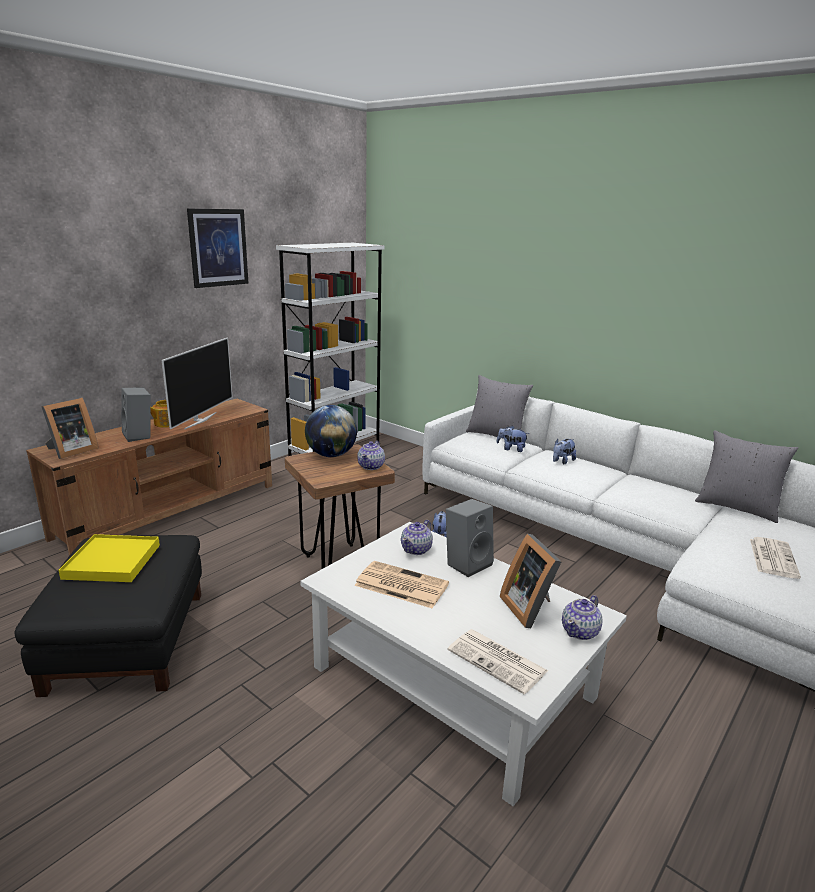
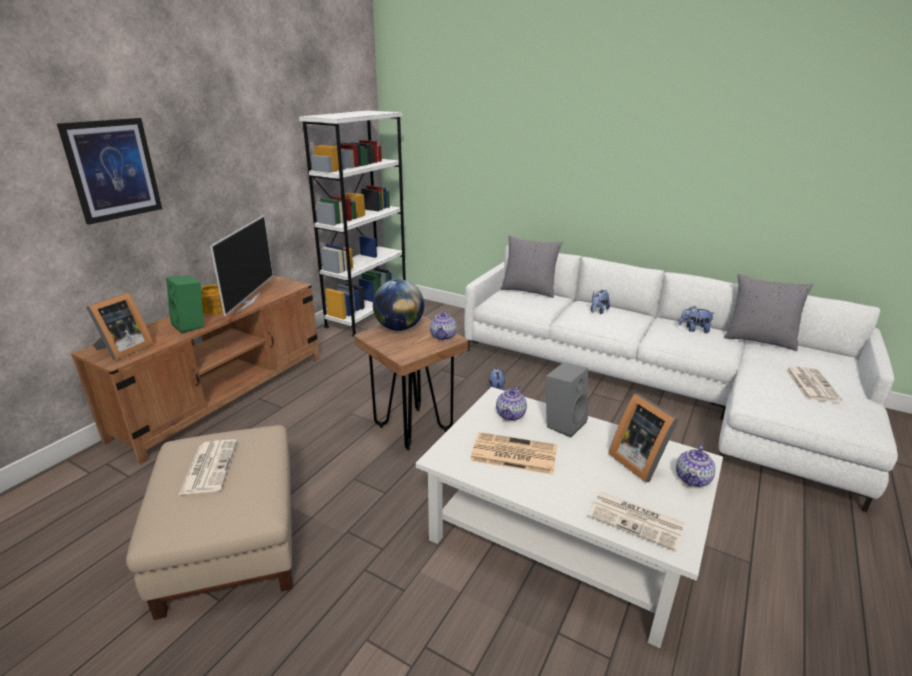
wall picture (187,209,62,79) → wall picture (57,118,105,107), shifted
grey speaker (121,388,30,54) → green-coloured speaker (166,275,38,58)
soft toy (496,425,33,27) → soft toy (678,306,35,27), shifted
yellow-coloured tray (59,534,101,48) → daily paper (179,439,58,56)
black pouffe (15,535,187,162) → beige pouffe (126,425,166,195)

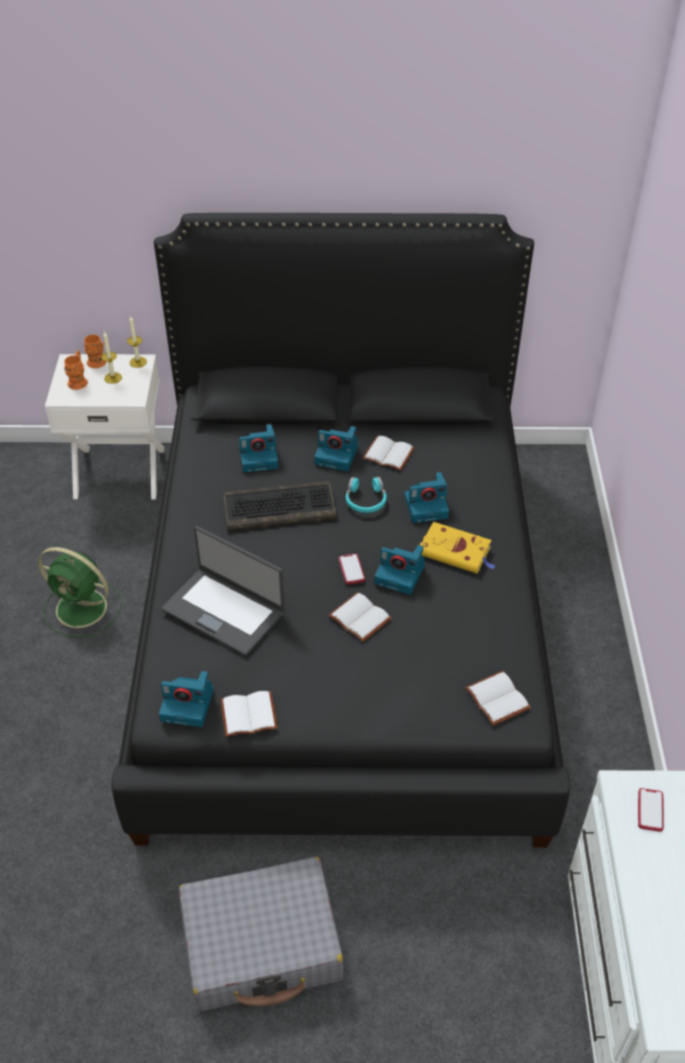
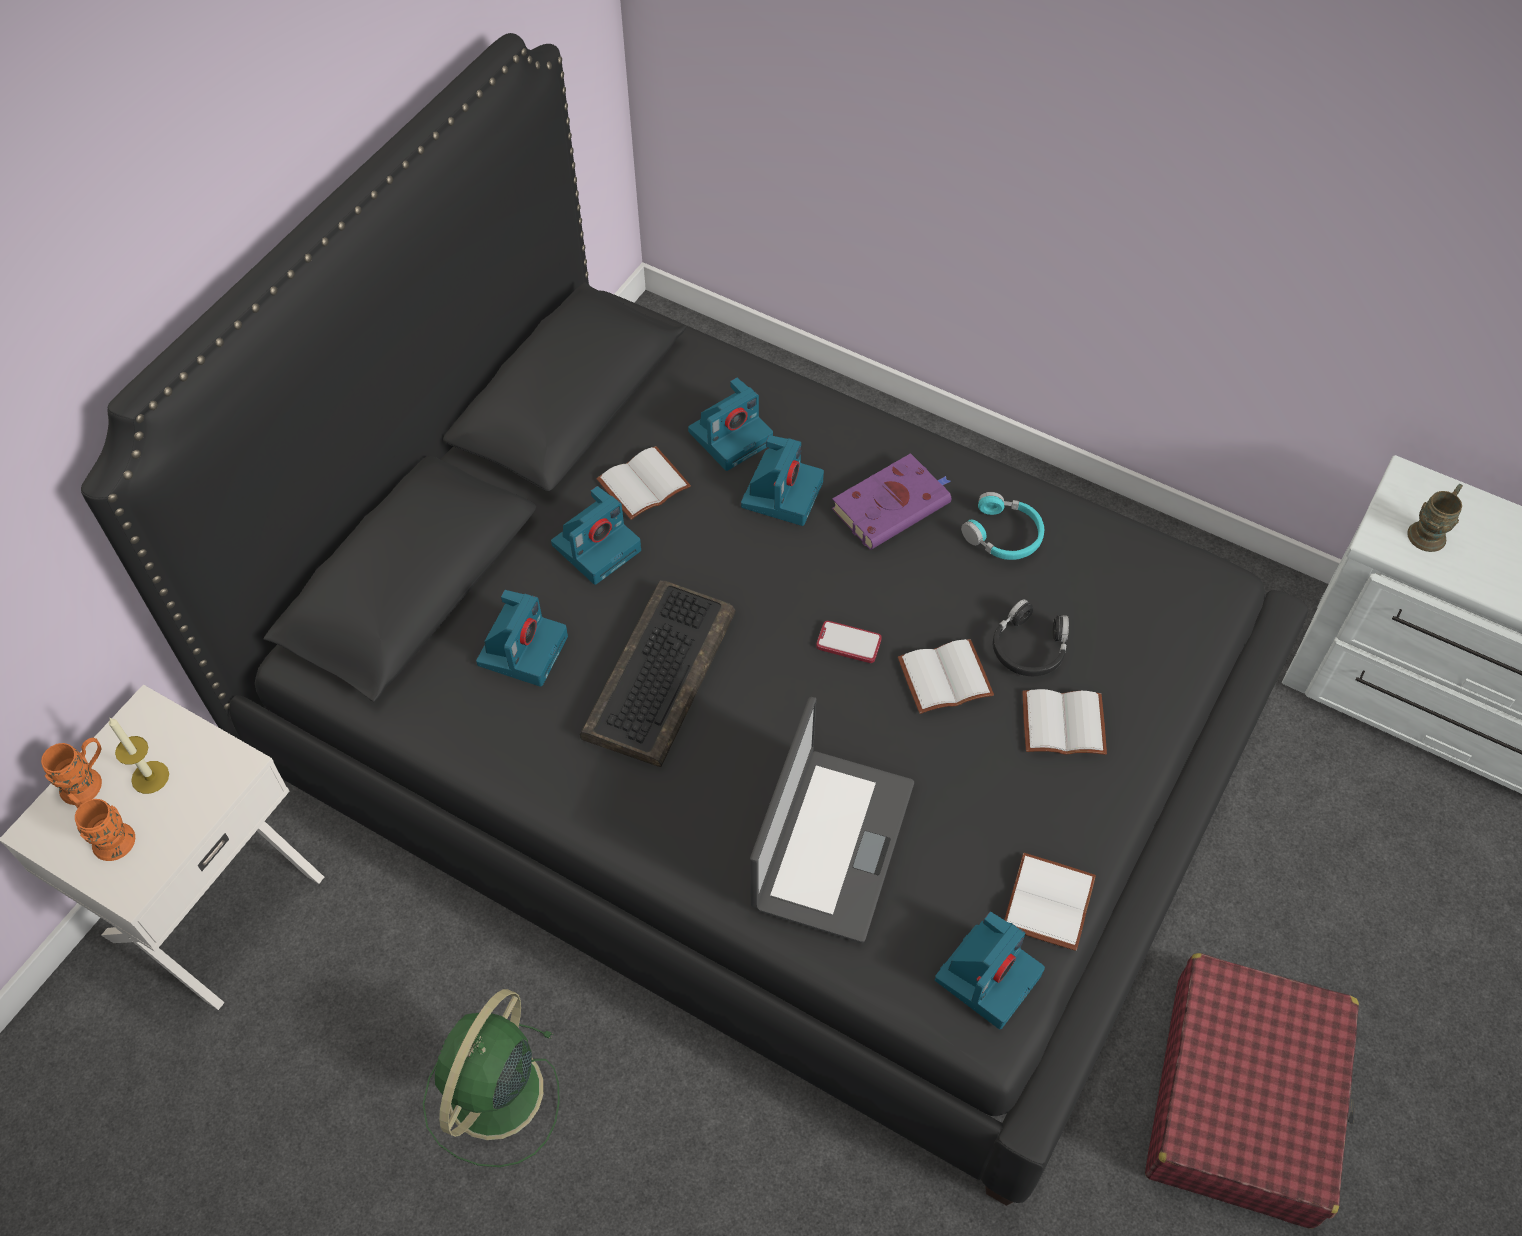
wax light (127,315,20,53) → -
blue-green headphones (346,477,41,36) → blue-green headphones (961,492,83,68), shifted
yellow-coloured bound book (420,522,75,52) → purple-coloured bound book (832,453,119,97)
notebook computer (162,526,123,130) → notebook computer (750,697,164,246), 45 degrees counterclockwise
photo camera (374,545,51,50) → photo camera (688,378,85,93), shifted
green-coloured cooling fan (38,547,84,91) → green-coloured cooling fan (423,989,137,178), 150 degrees clockwise
white-coloured bound book (465,671,66,54) → white-coloured bound book (1022,689,85,66), shifted
telephone (638,788,26,44) → brown-coloured mug (1407,484,56,68)
grey piece of luggage (179,857,165,154) → red piece of luggage (1145,953,214,276)
- → black headphones (993,599,76,77)

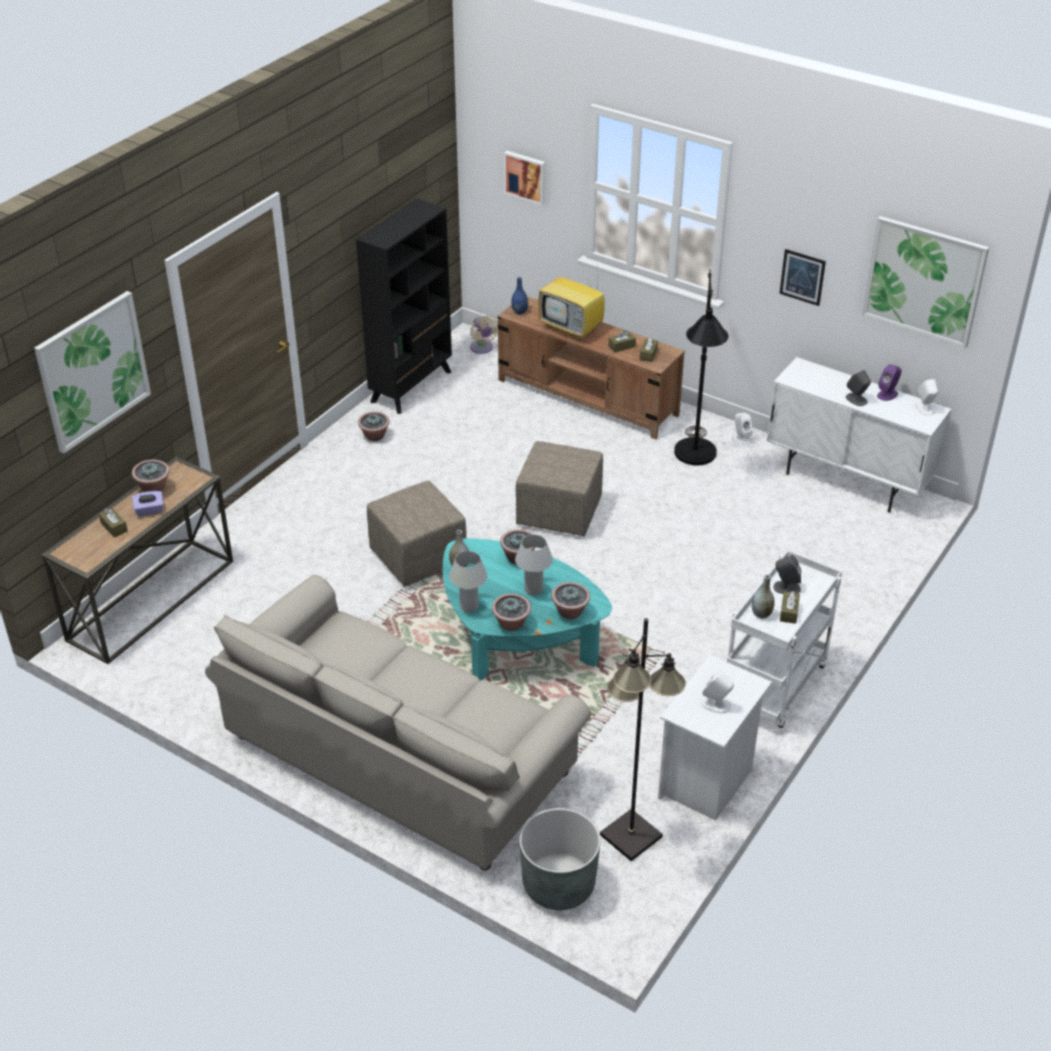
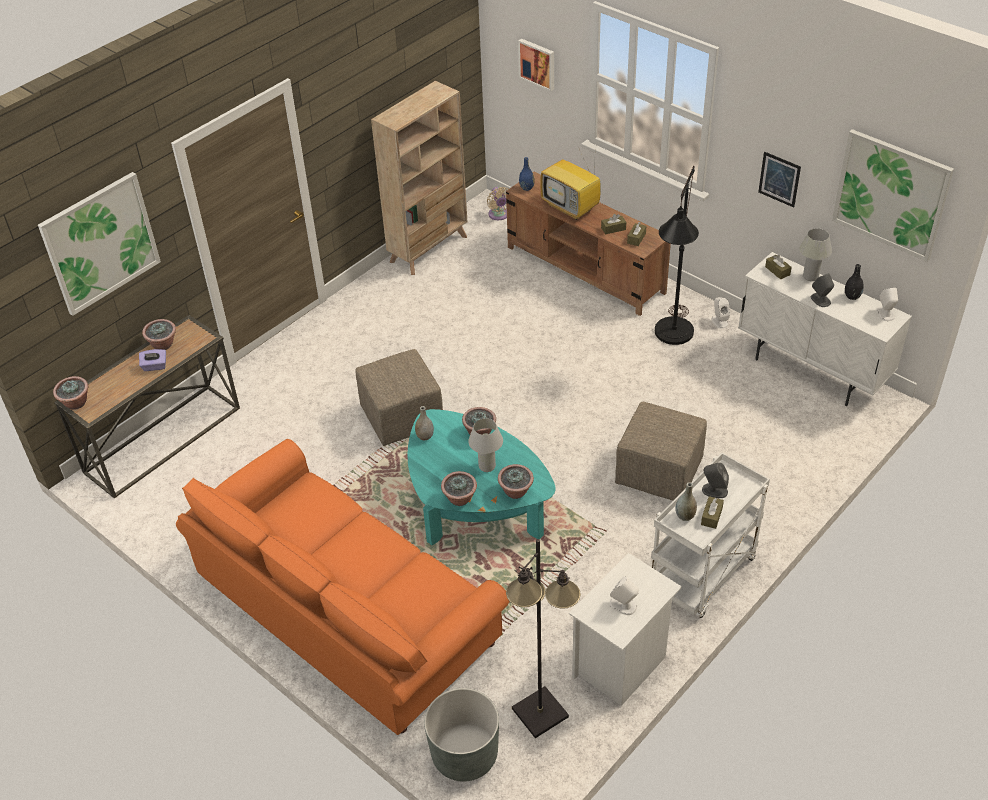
black shelving unit (356,199,96,215) → beige shelving unit (371,81,96,194)
purple-coloured speaker (877,364,25,37) → black vase (845,264,19,36)
plant in a pot (358,412,32,29) → plant in a pot (53,376,35,34), shifted
beige pouffe (515,441,88,95) → beige pouffe (615,402,92,99), shifted
brown-coloured tissue holder (99,508,29,29) → brown-coloured tissue holder (765,255,27,25), shifted
white-coloured lamp for a table (449,551,38,62) → white-coloured lamp for a table (800,228,32,53), shifted
beige settee (205,575,386,296) → orangey settee (176,439,334,296)

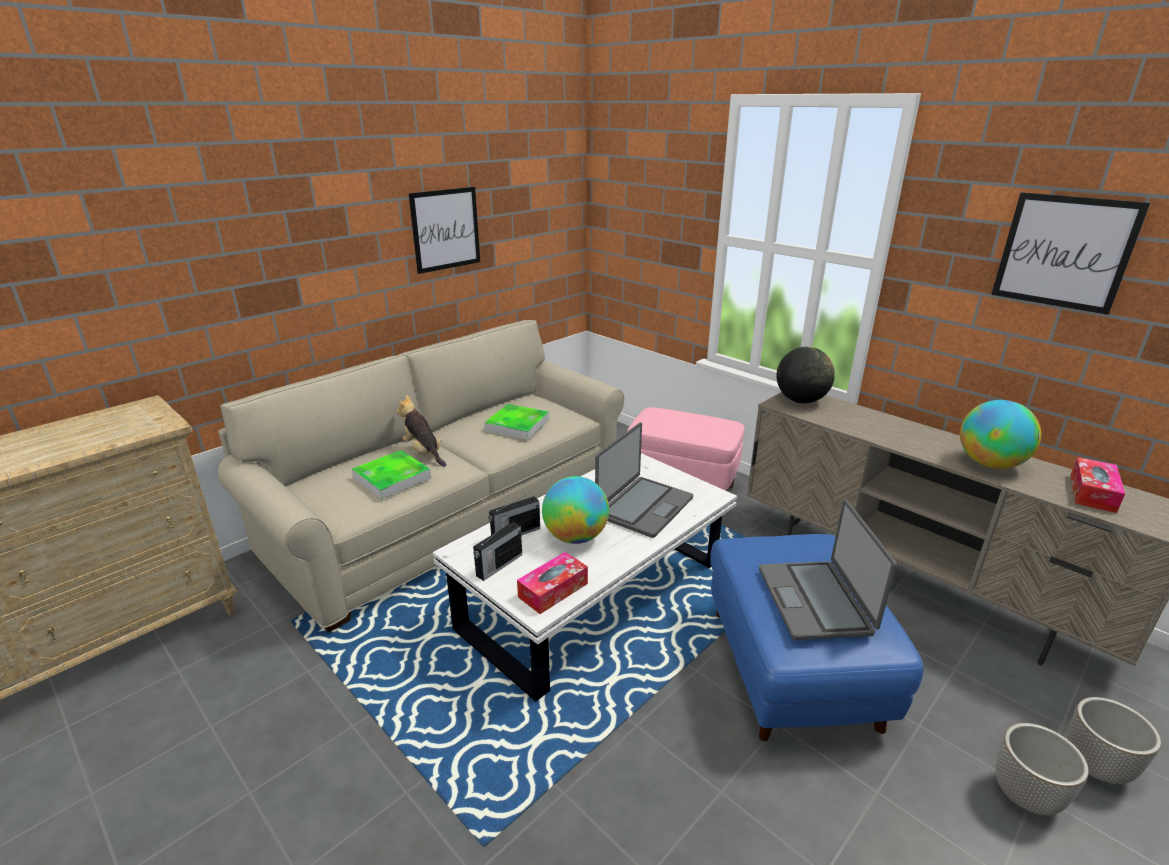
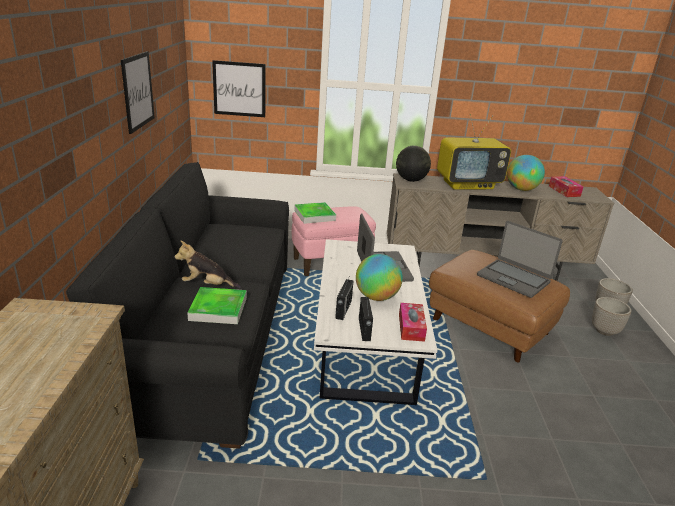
wall picture (991,192,159,123) → wall picture (212,60,54,57), shifted
beige settee (218,320,406,312) → black settee (66,162,223,287)
tray (484,404,65,36) → tray (294,202,42,22), shifted
bluish pouffe (710,534,214,207) → brown-coloured pouffe (429,250,141,113)
- → TV (437,114,74,75)

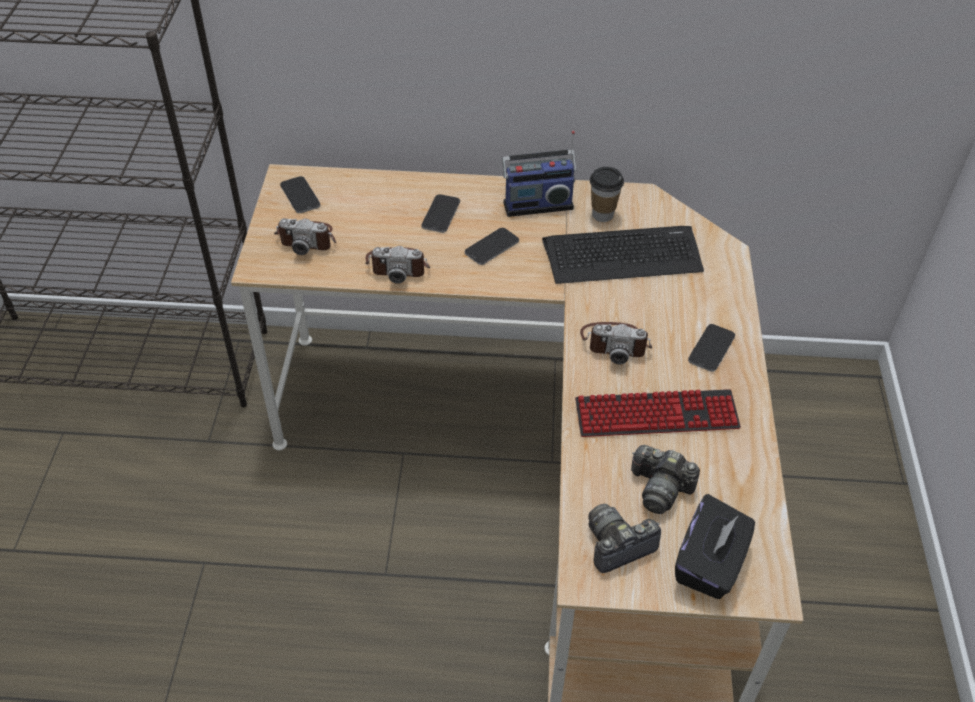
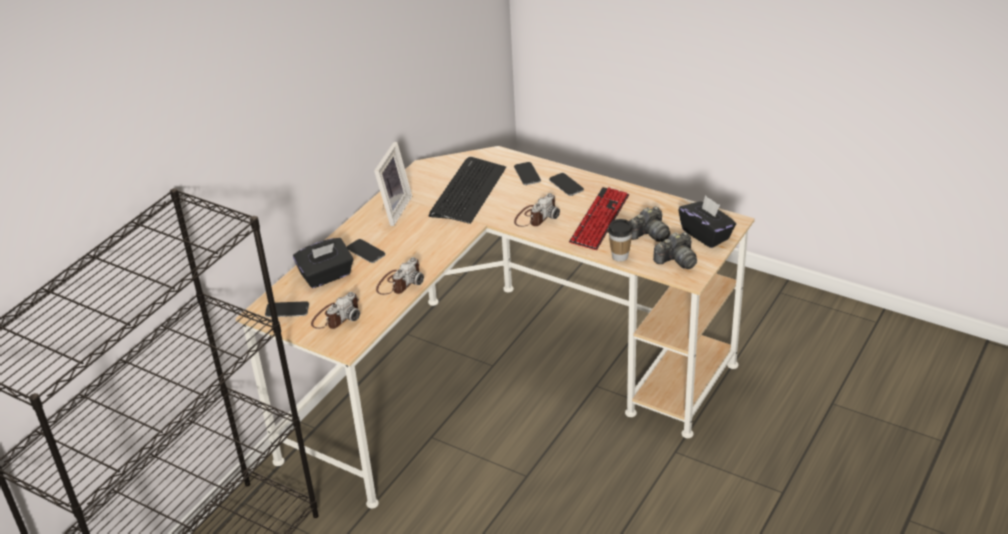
radio receiver (502,131,75,86) → picture frame (374,142,38,84)
small cup (590,167,34,55) → small cup (607,219,27,42), shifted
telephone (465,228,54,37) → telephone (514,162,27,23), shifted
photo camera (588,504,73,69) → photo camera (653,232,44,37), 120 degrees counterclockwise
- → black tissue holder (293,238,61,50)

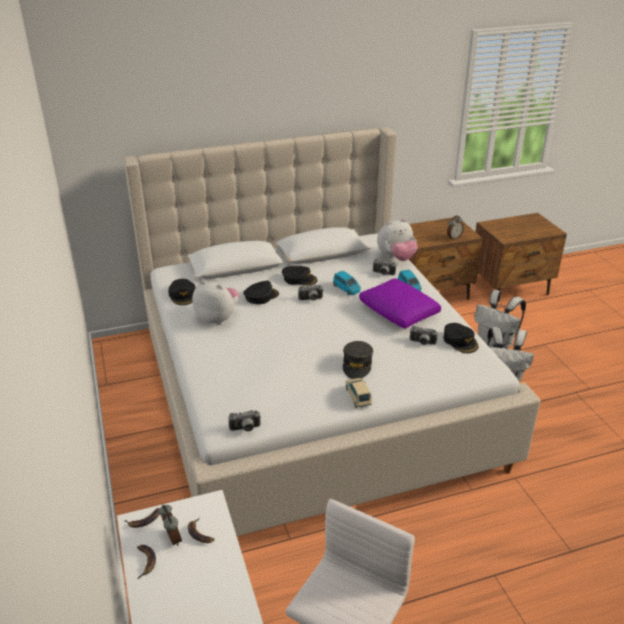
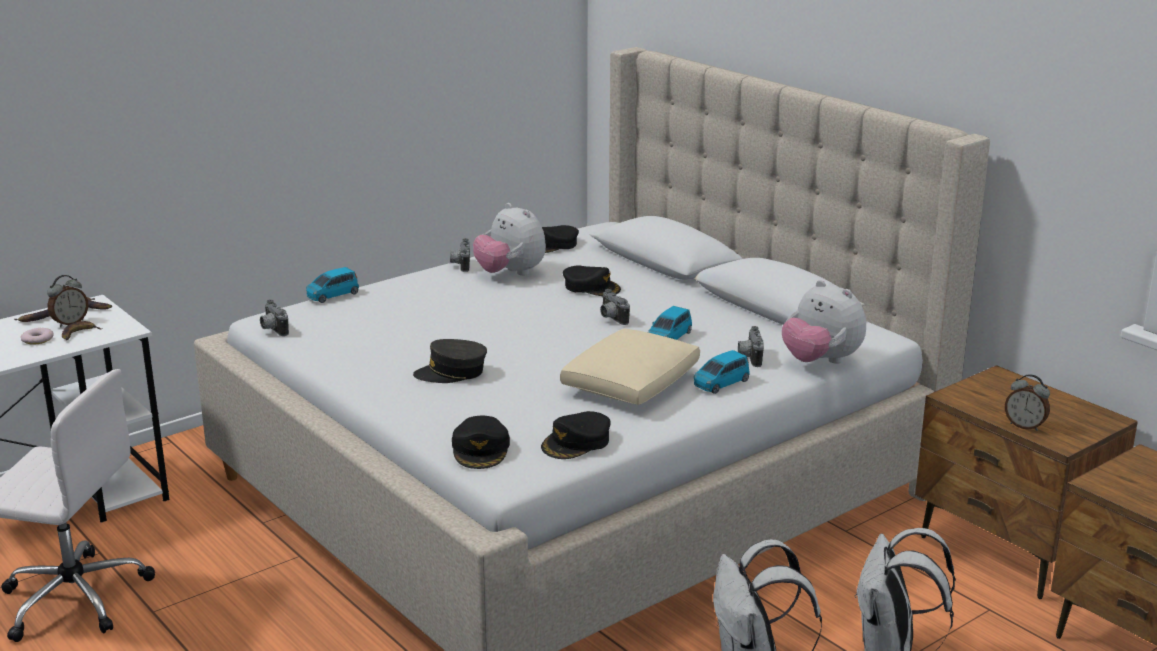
black baseball cap (282,266,35,20) → black baseball cap (452,416,58,53), shifted
purple-coloured pillow (359,278,82,51) → beige pillow (560,328,140,77)
soft toy (192,280,47,45) → soft toy (473,203,73,73), 135 degrees clockwise
photo camera (410,326,28,19) → photo camera (450,238,20,34), shifted
beige toy car (346,378,26,30) → -
- → bluish toy car (306,267,53,36)
- → ring doughnut (21,328,33,16)

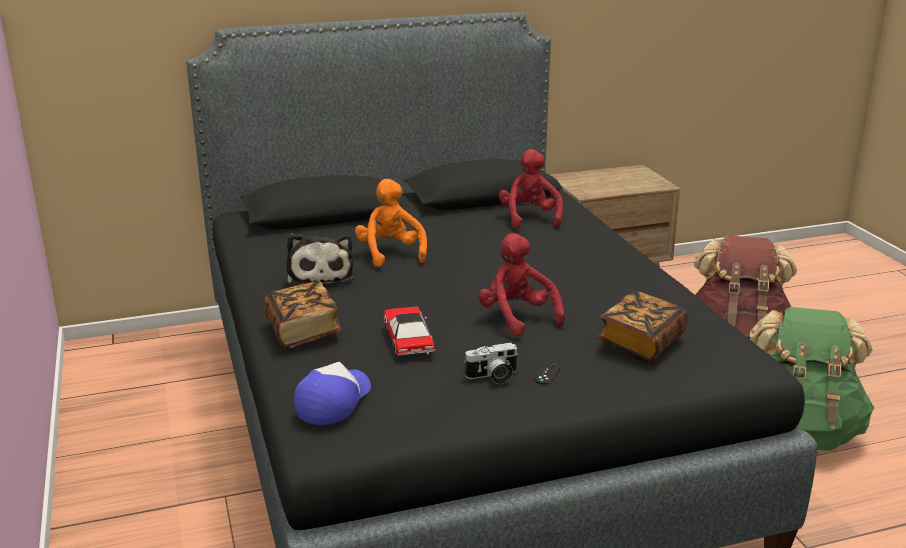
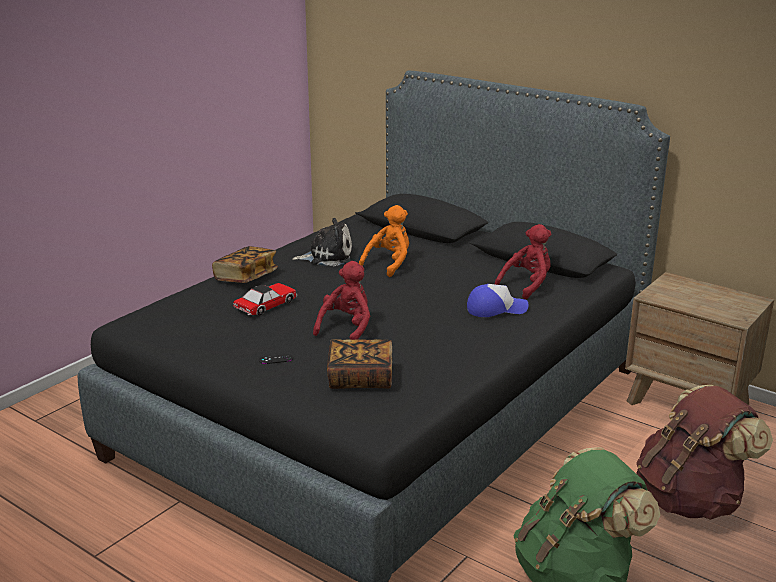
soft toy (286,233,68,53) → soft toy (292,218,60,48), 135 degrees counterclockwise
photo camera (464,343,54,41) → -
baseball cap (294,362,77,63) → baseball cap (467,284,61,33), shifted

